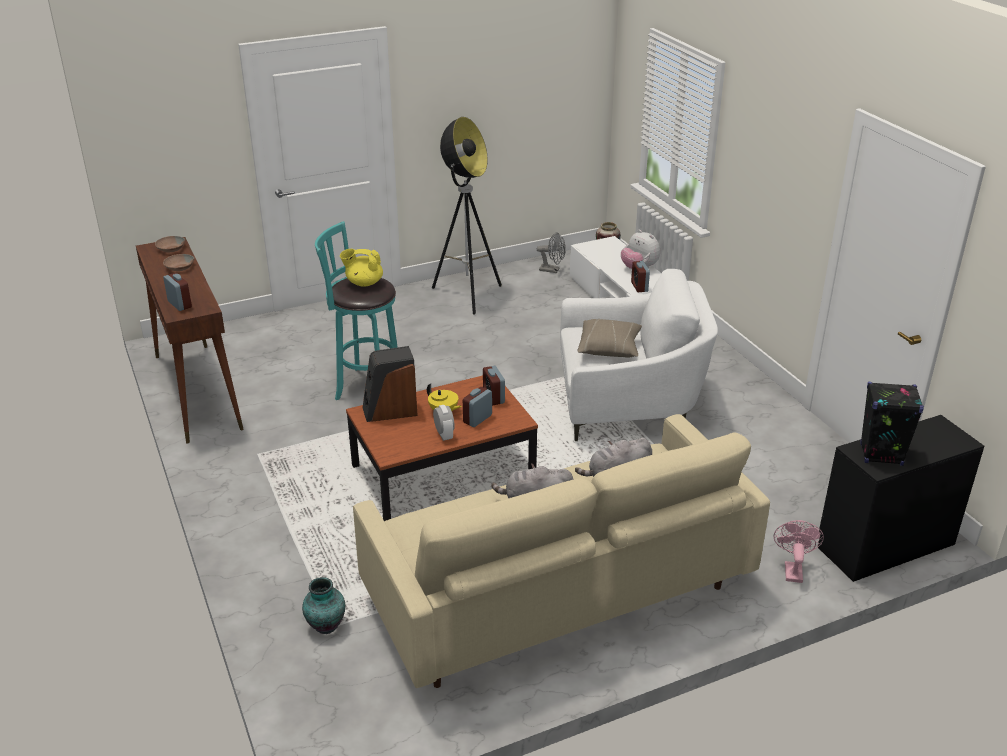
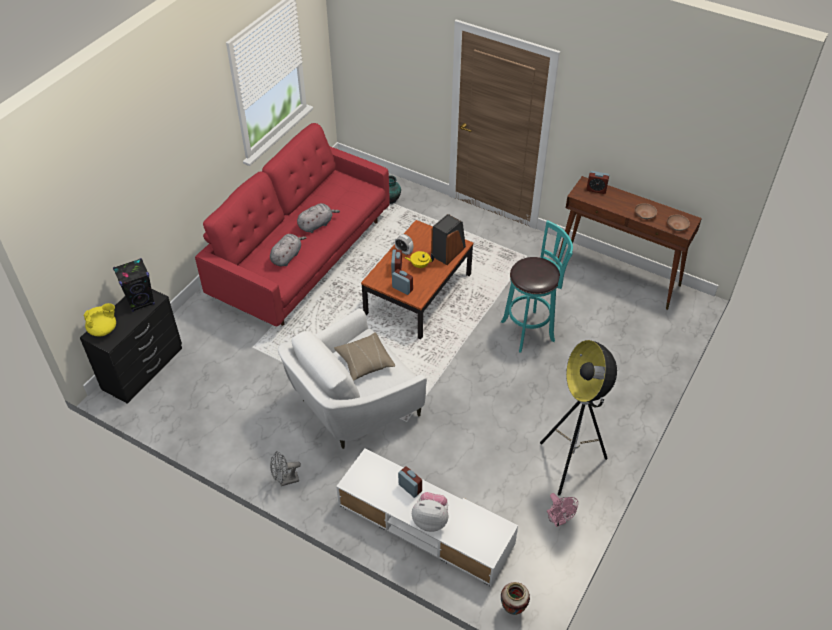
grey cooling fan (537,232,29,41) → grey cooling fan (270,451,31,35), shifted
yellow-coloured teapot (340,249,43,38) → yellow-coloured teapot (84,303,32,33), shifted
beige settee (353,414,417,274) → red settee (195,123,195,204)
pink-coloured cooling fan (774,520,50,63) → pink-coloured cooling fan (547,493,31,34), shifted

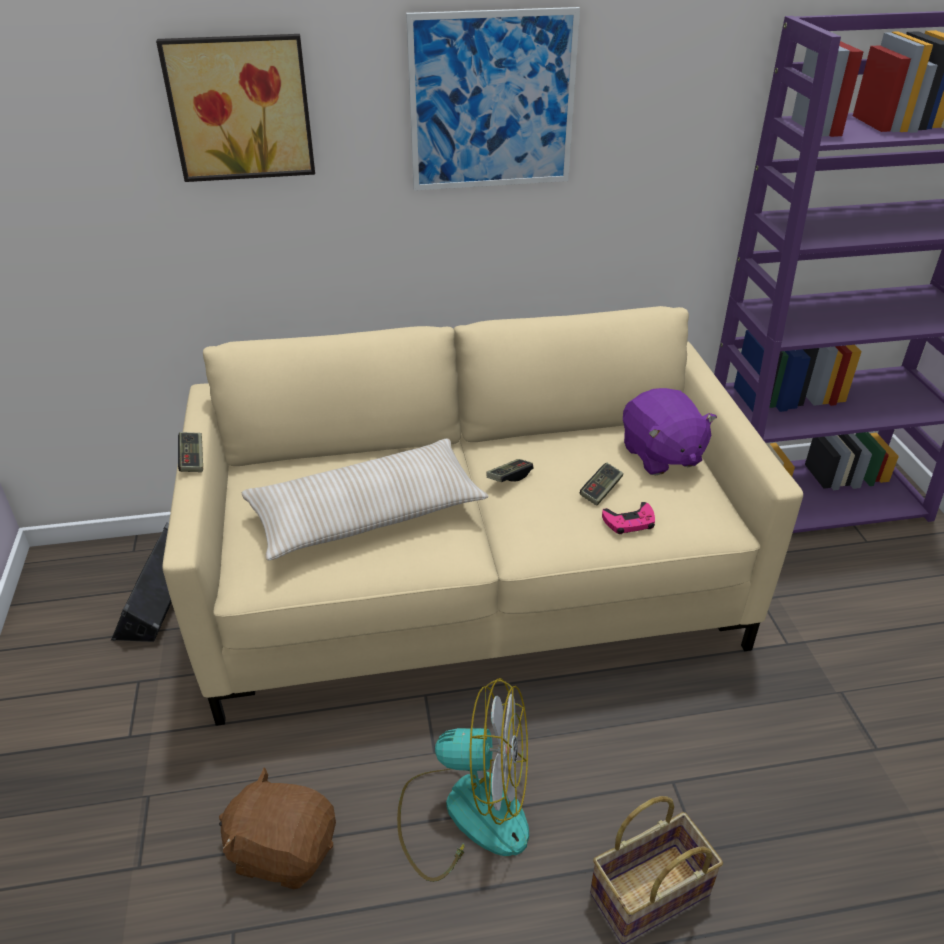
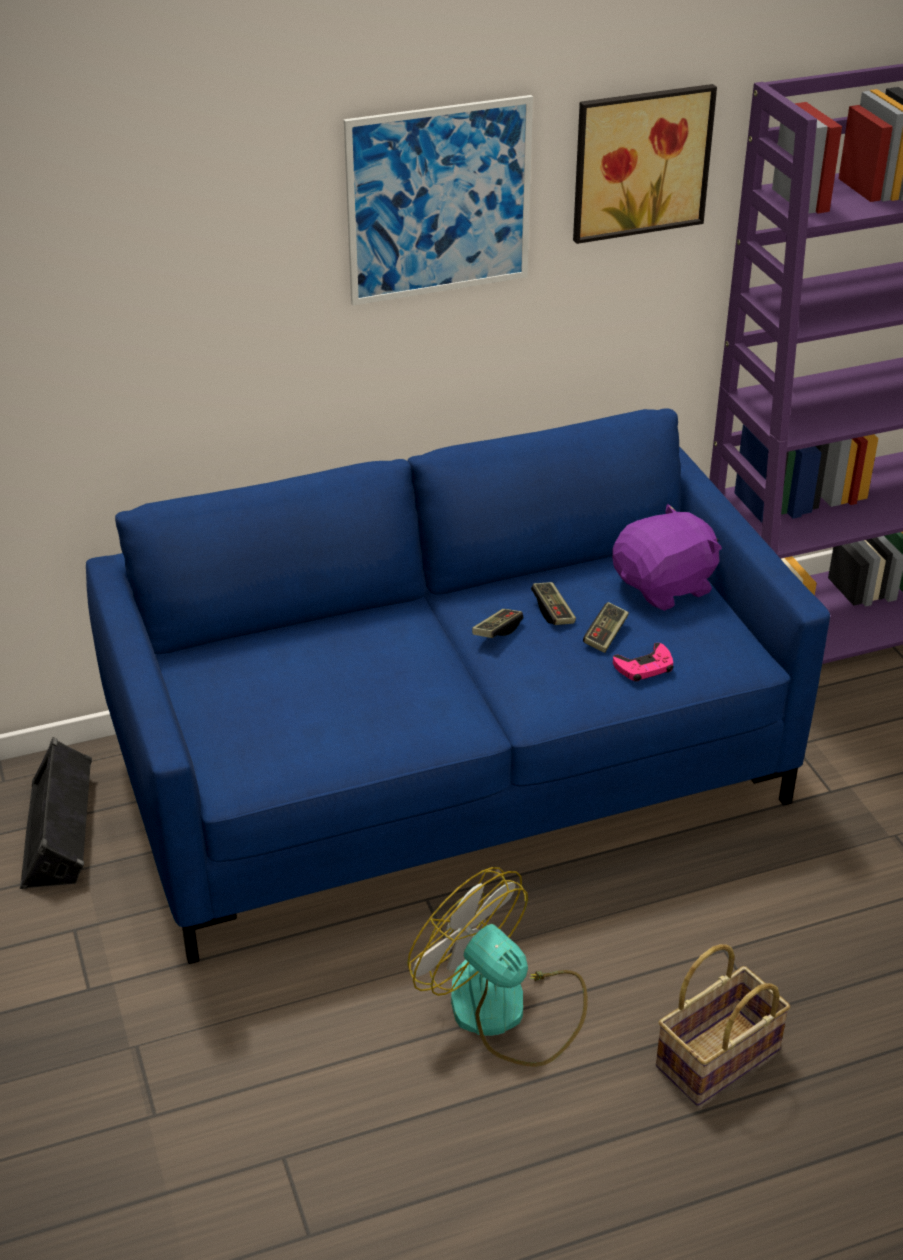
wall picture (156,34,159,148) → wall picture (573,84,144,160), shifted
beige settee (163,306,640,420) → bluish settee (86,408,744,556)
purple-coloured soft toy (623,388,94,87) → purple-coloured soft toy (612,504,110,107), 90 degrees counterclockwise
joypad (178,432,25,40) → joypad (531,582,45,43), shifted
beige pillow (242,439,246,121) → -
cooling fan (397,678,132,204) → cooling fan (407,867,180,200), 135 degrees counterclockwise
brown-coloured soft toy (219,767,117,122) → -

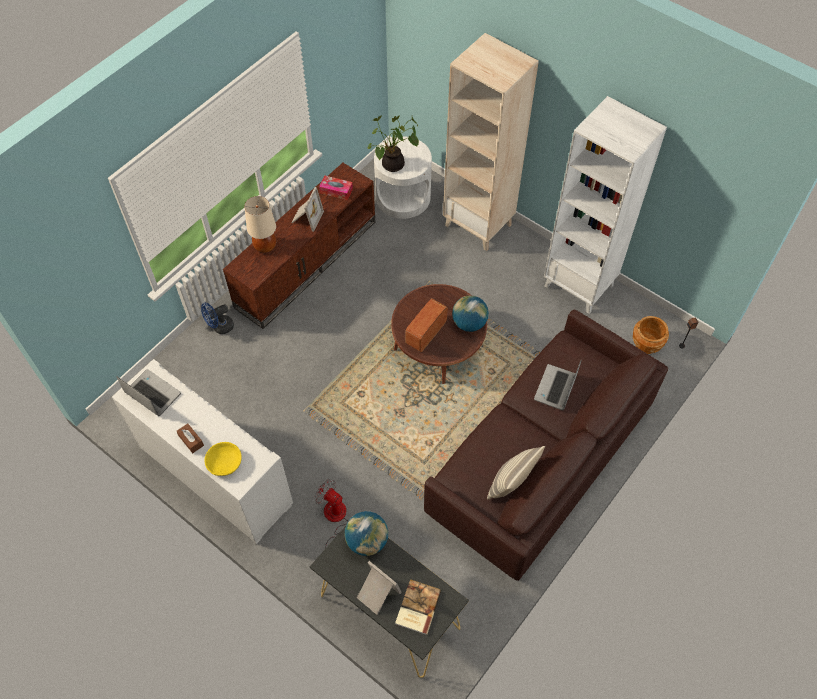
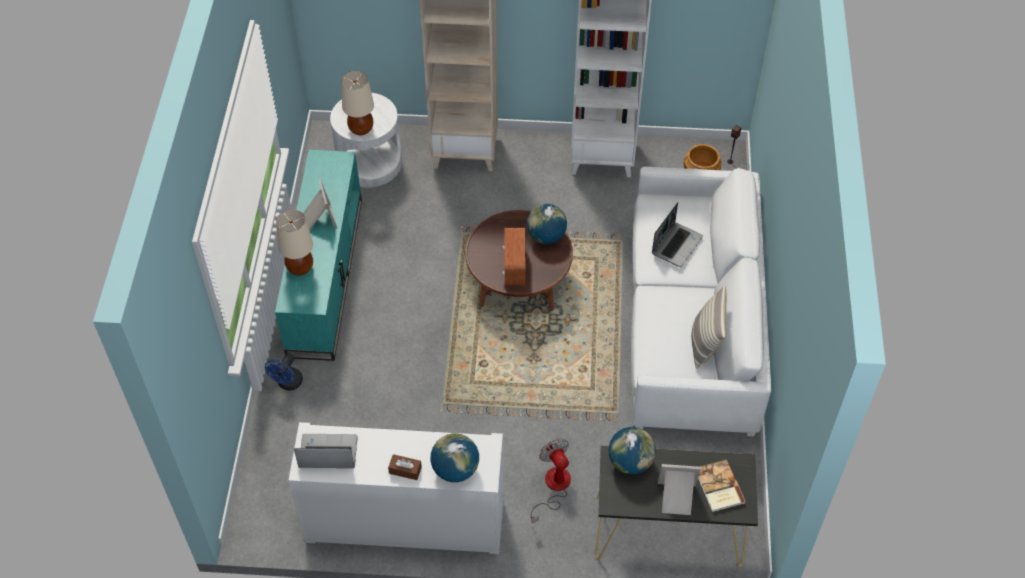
plant in a pot (368,116,51,56) → beige lamp for a table (341,71,33,64)
brown-coloured media console (223,163,152,166) → blue-green media console (275,150,87,211)
tissue holder (319,176,34,24) → -
brown-coloured settee (424,310,244,271) → white-coloured settee (631,167,140,269)
notebook computer (534,361,47,49) → notebook computer (652,202,51,65), 135 degrees counterclockwise
yellow-coloured bowl (204,442,38,34) → globe (431,433,48,49)
cooling fan (315,479,33,70) → cooling fan (531,438,40,86), 60 degrees clockwise

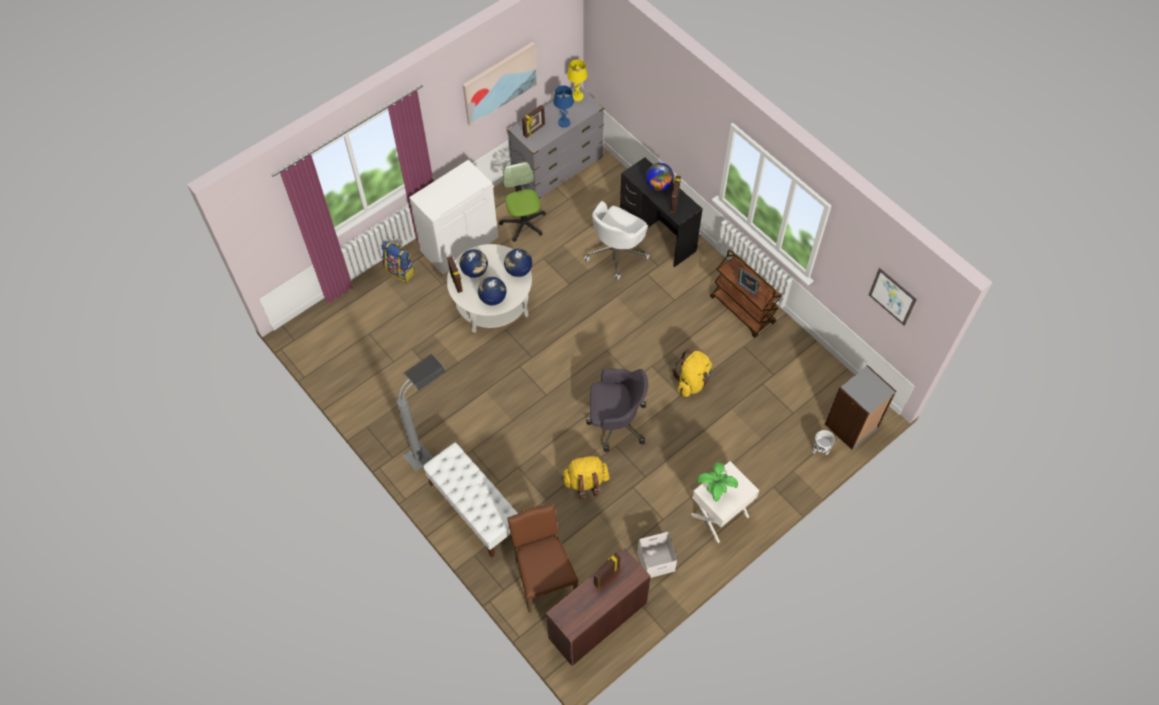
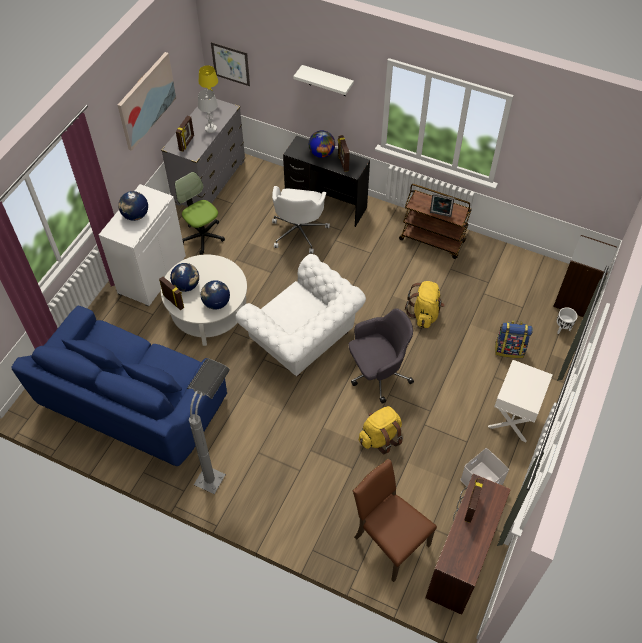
bluish lamp for a table (553,86,21,41) → white-coloured lamp for a table (198,89,20,44)
rucksack (381,241,34,42) → rucksack (495,320,38,38), shifted
globe (504,249,28,28) → globe (118,191,30,30), shifted
wall picture (869,268,48,58) → wall picture (211,42,39,44), shifted
white-coloured indoor bench (422,442,96,115) → -
plant in a pot (697,462,41,39) → -
- → white-coloured bracket shelf (293,65,61,31)
- → white-coloured armchair (235,254,131,122)
- → bluish settee (11,306,216,160)

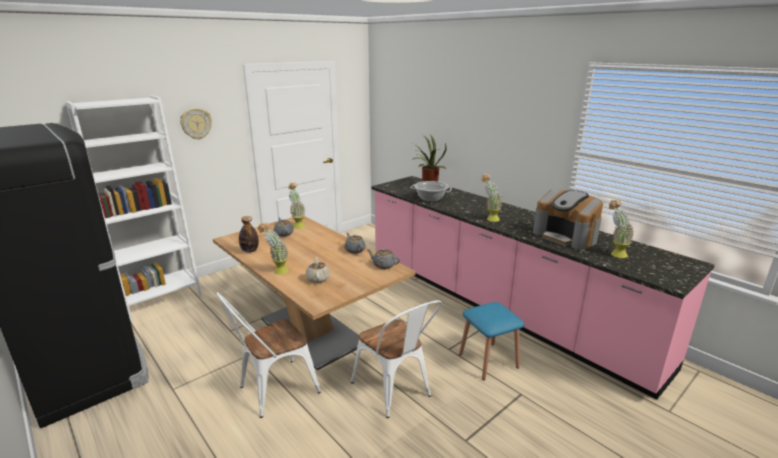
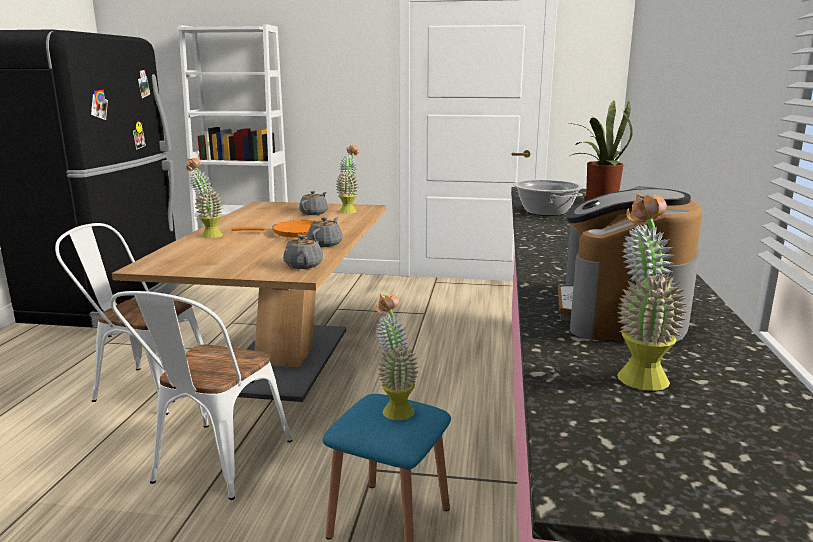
wall clock (180,108,32,32) → -
plant in a pot (481,174,22,48) → plant in a pot (375,294,44,126), shifted
beverage bottle (239,216,20,37) → -
beige teapot (305,257,25,26) → -
- → orangey pan (232,220,84,17)

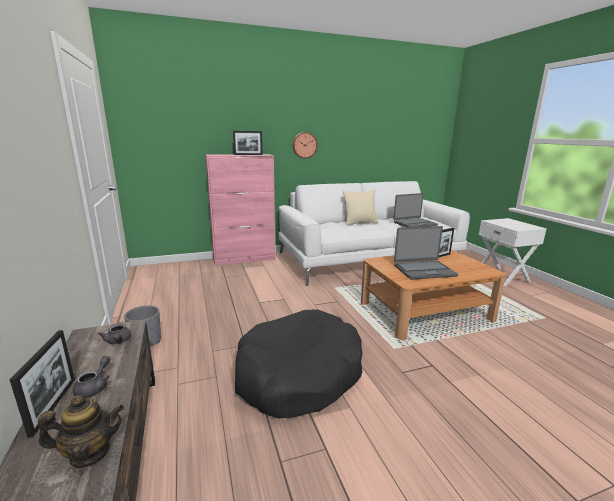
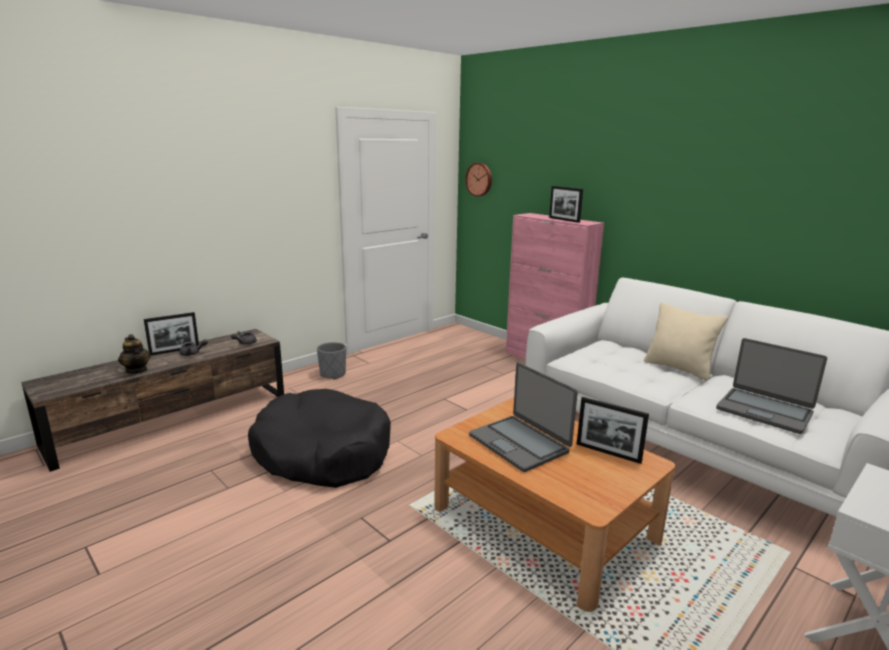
wall clock (293,132,24,26) → wall clock (465,163,27,34), shifted

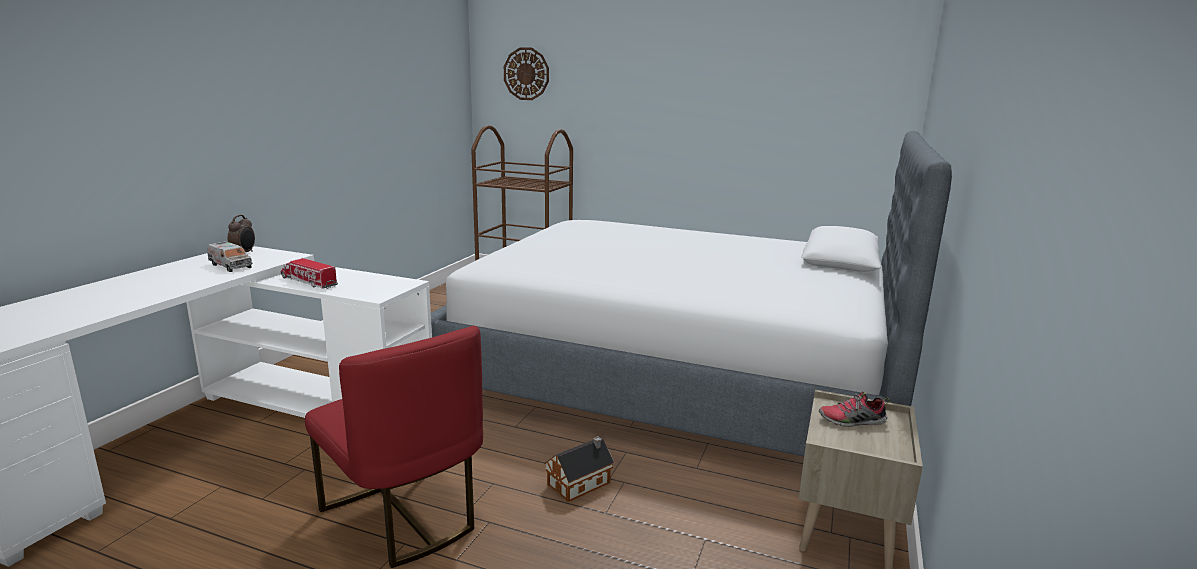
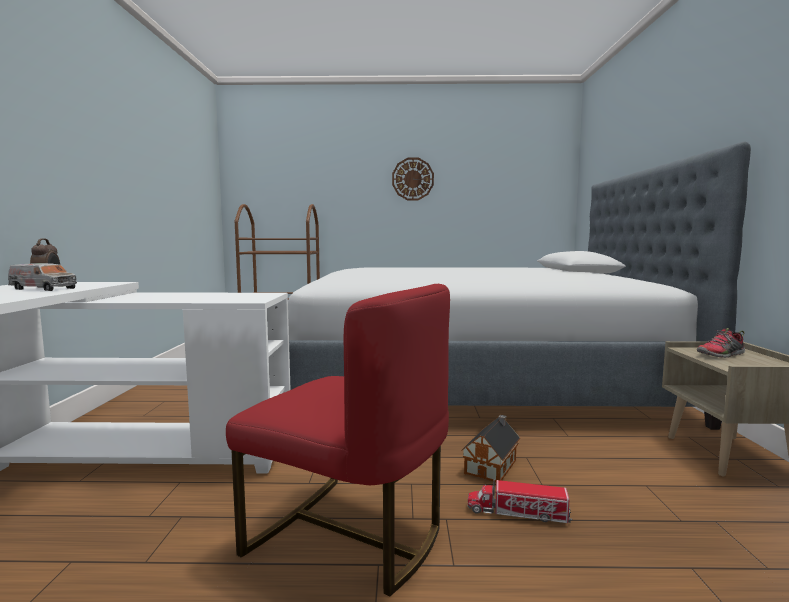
wall clock (504,47,45,53) → wall clock (392,158,42,42), shifted
model truck (281,258,57,31) → model truck (468,479,104,44), shifted

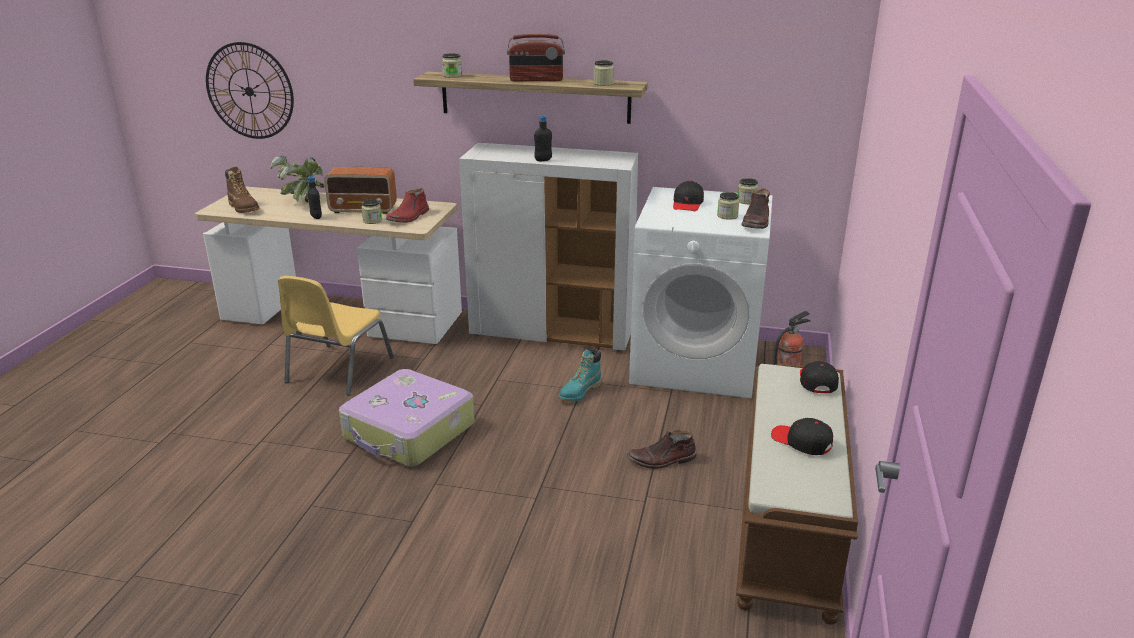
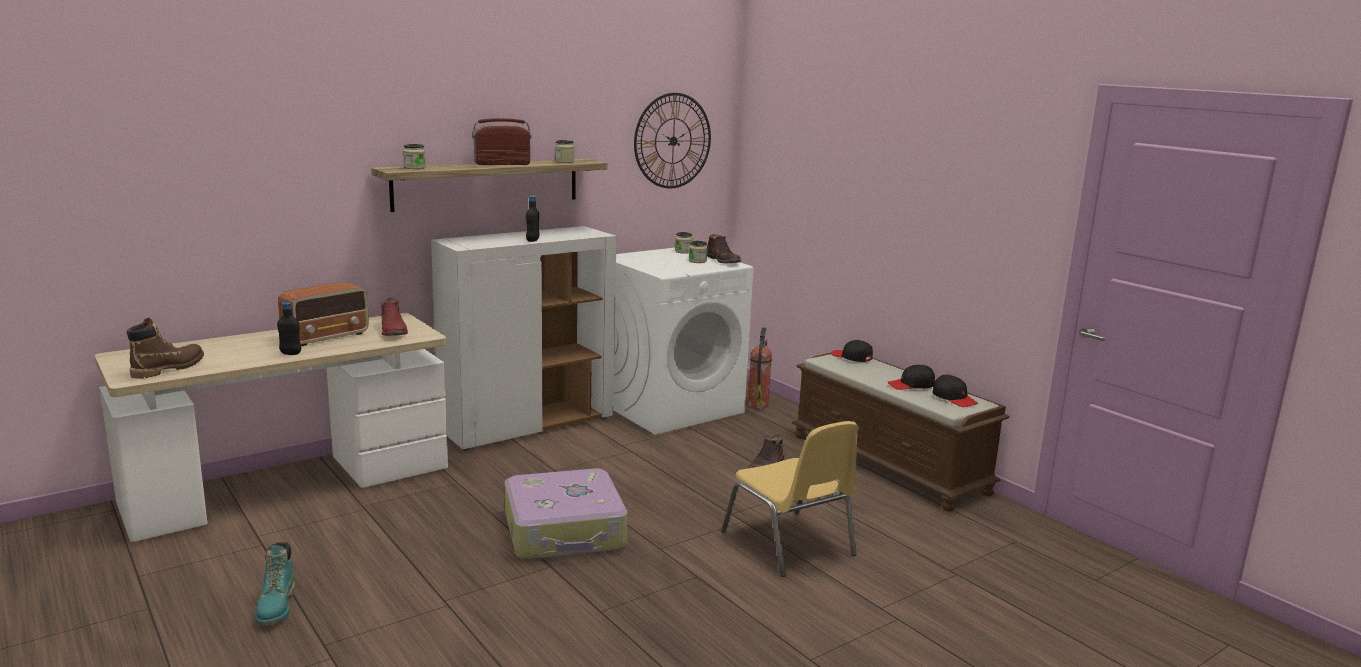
radio receiver (507,34,58,47) → radio receiver (472,118,59,47), 150 degrees counterclockwise
wall clock (206,42,88,97) → wall clock (634,93,77,95), shifted
plant in a pot (270,156,55,47) → -
brown-coloured boot (225,167,34,46) → brown-coloured boot (127,317,77,62), 60 degrees counterclockwise
black baseball cap (673,181,31,30) → black baseball cap (932,374,46,33), shifted
jar (361,199,21,25) → -
yellow-coloured plain chair (278,276,116,120) → yellow-coloured plain chair (721,421,138,156), shifted
blue-green boot (559,349,43,53) → blue-green boot (255,542,40,84), shifted

